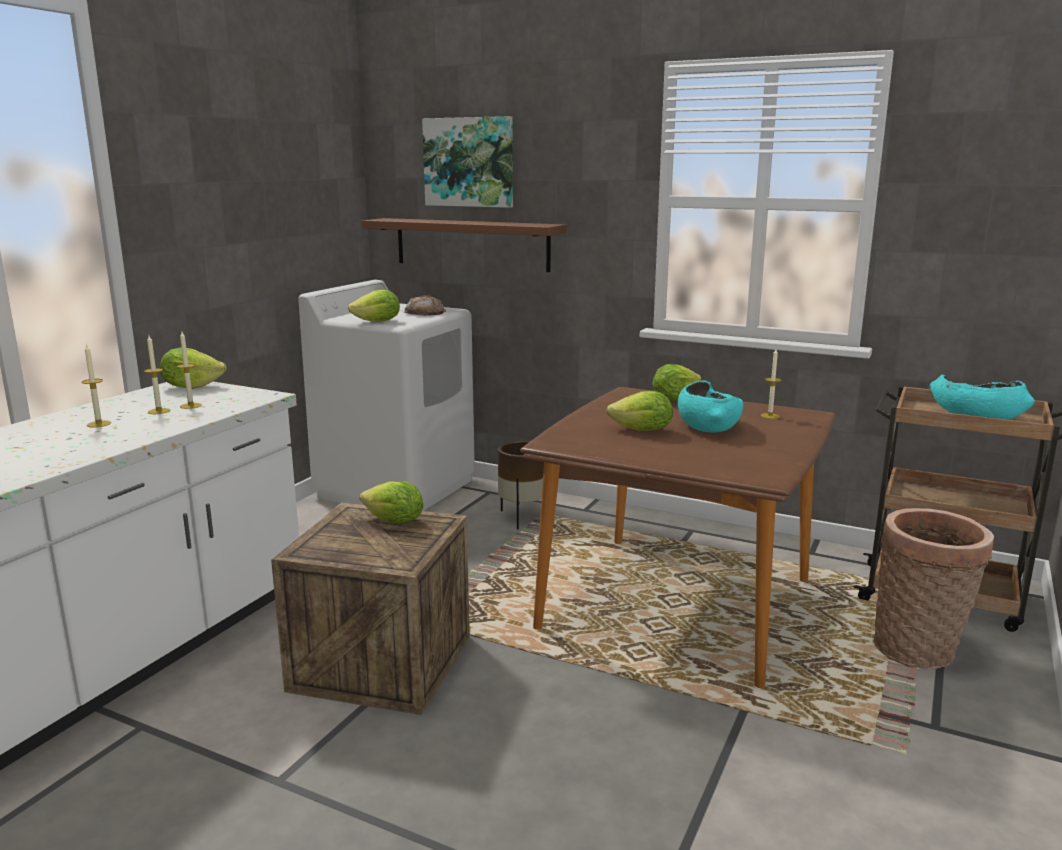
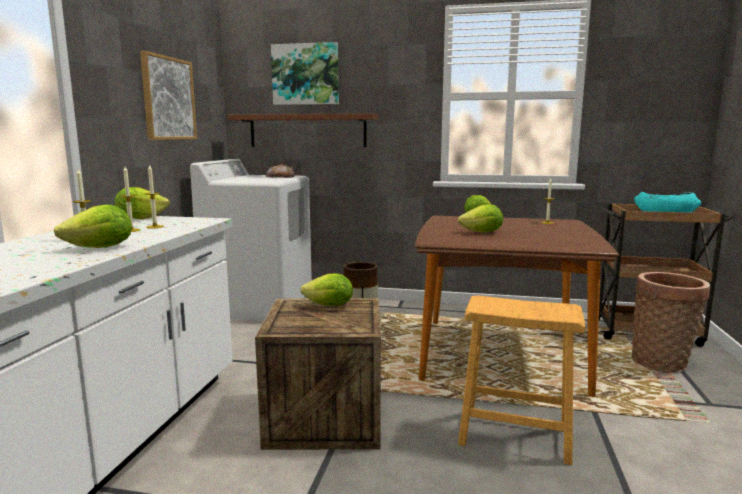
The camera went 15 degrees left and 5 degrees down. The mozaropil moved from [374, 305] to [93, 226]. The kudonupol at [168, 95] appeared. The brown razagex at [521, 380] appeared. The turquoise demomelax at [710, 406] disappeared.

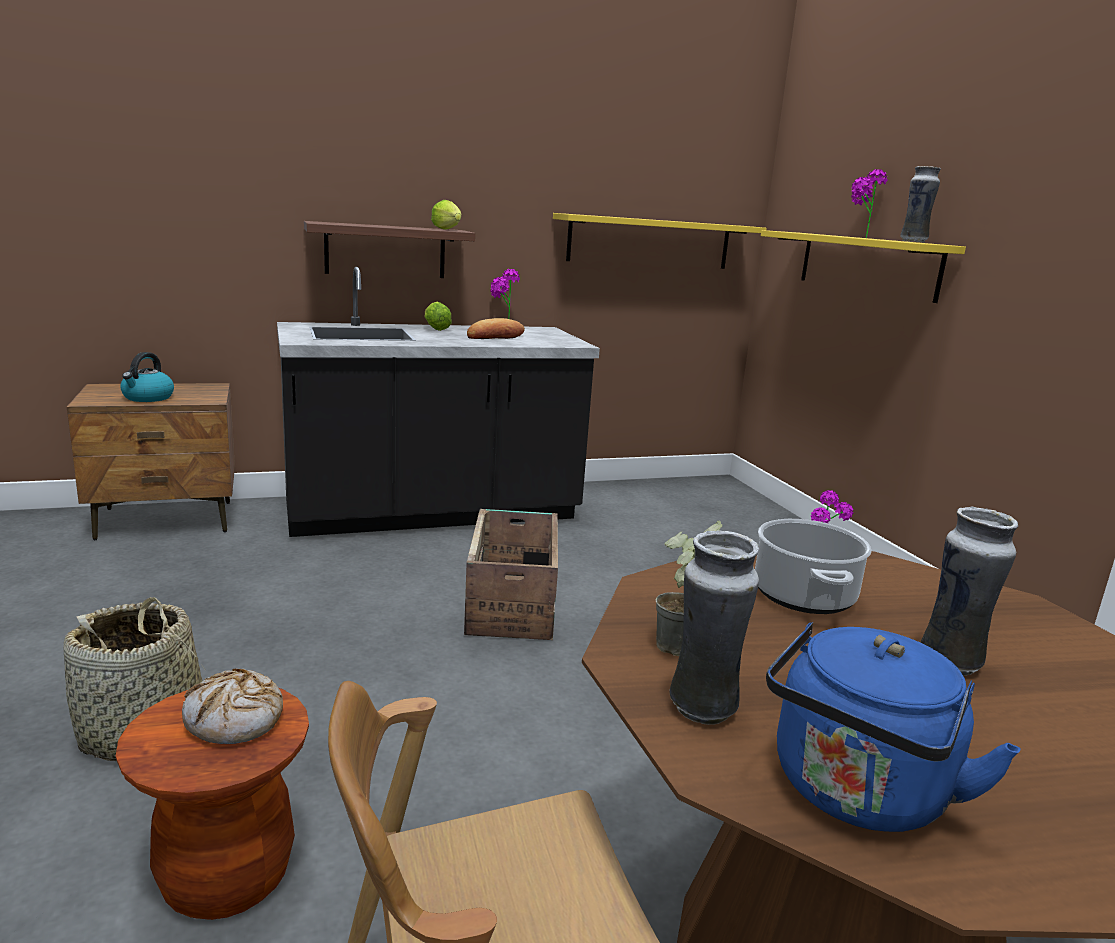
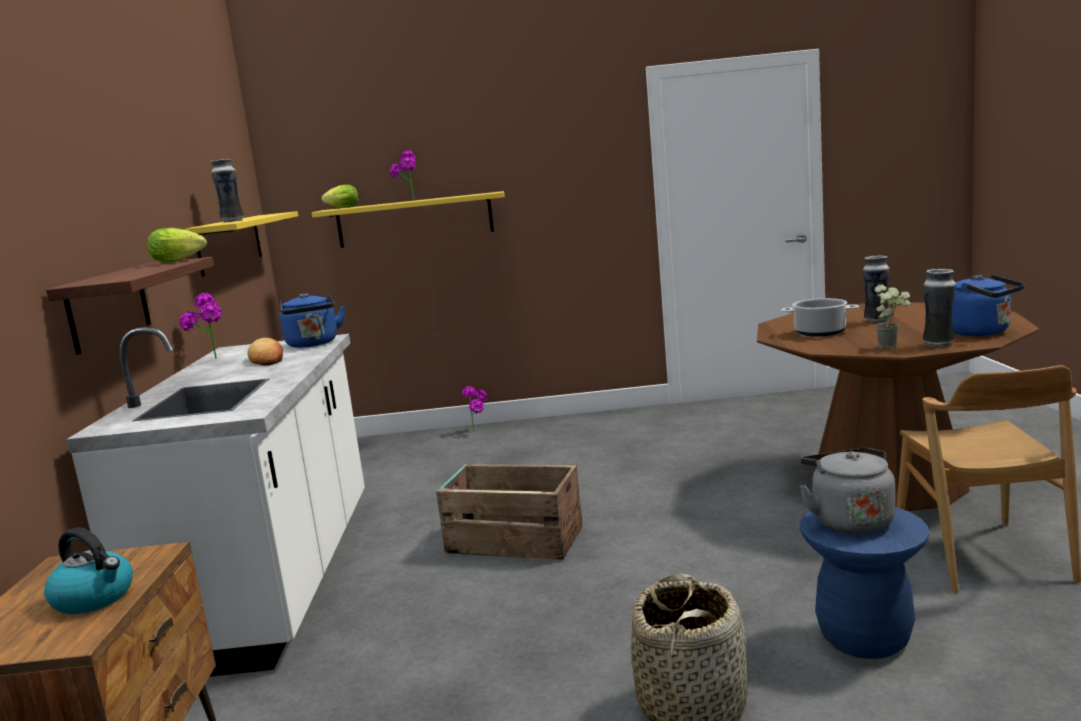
The camera went 70 degrees left and 5 degrees down. The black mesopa at [438, 402] became the white mesopa at [215, 502]. The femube moved from [920, 204] to [227, 191]. The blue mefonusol at [312, 320] appeared. The mozaropil moved from [438, 316] to [340, 196]. The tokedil at [232, 706] was replaced by the grey mefonusol at [847, 491]. The brown razagex at [212, 804] became the blue razagex at [864, 583].

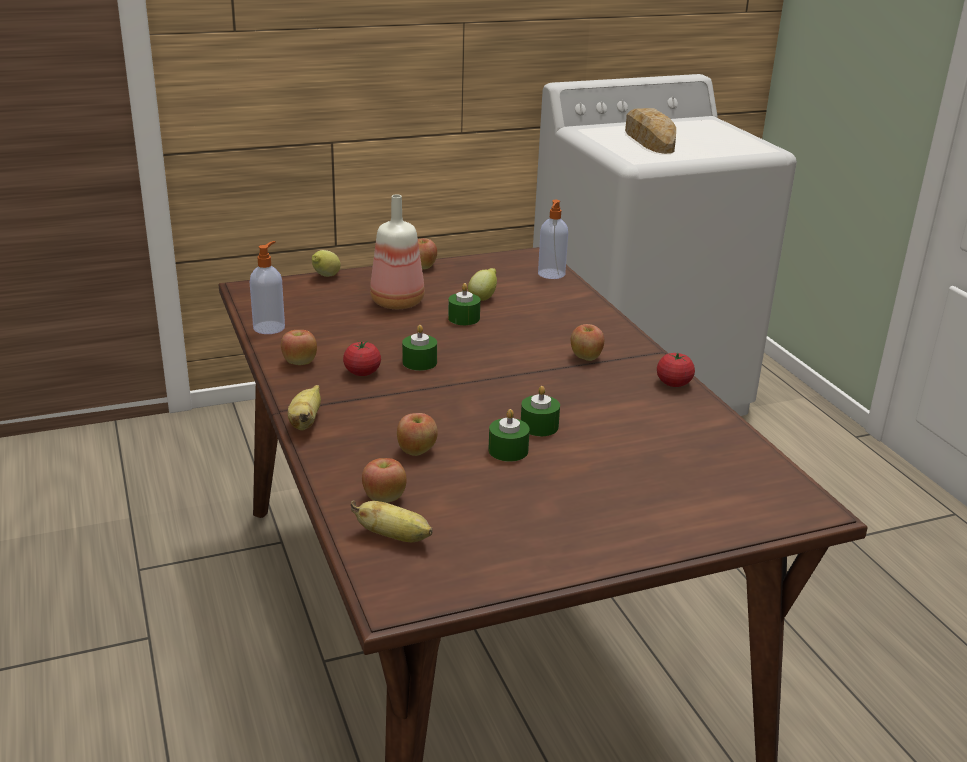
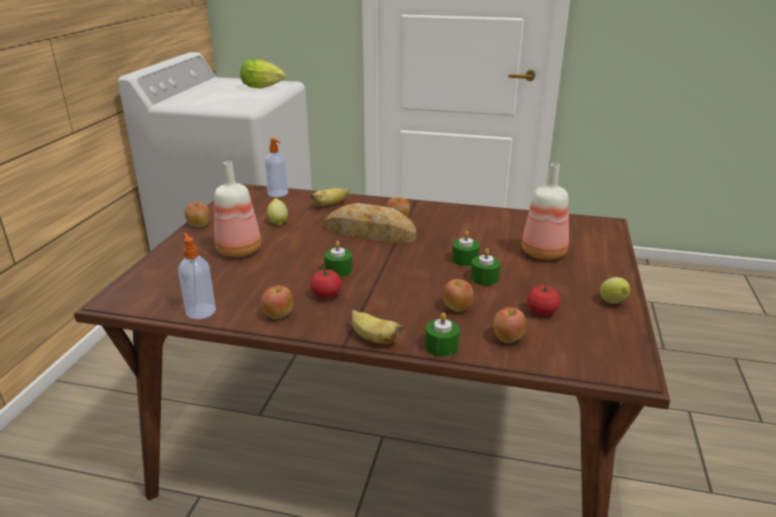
The camera went 55 degrees left and 0 degrees up. The mozaropil at [262, 73] appeared. The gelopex moved from [391, 521] to [330, 197]. The tokedil moved from [650, 131] to [370, 223]. The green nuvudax moved from [464, 304] to [442, 334]. The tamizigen at [545, 211] appeared. The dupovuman moved from [676, 369] to [544, 300]. The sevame moved from [326, 263] to [615, 290].

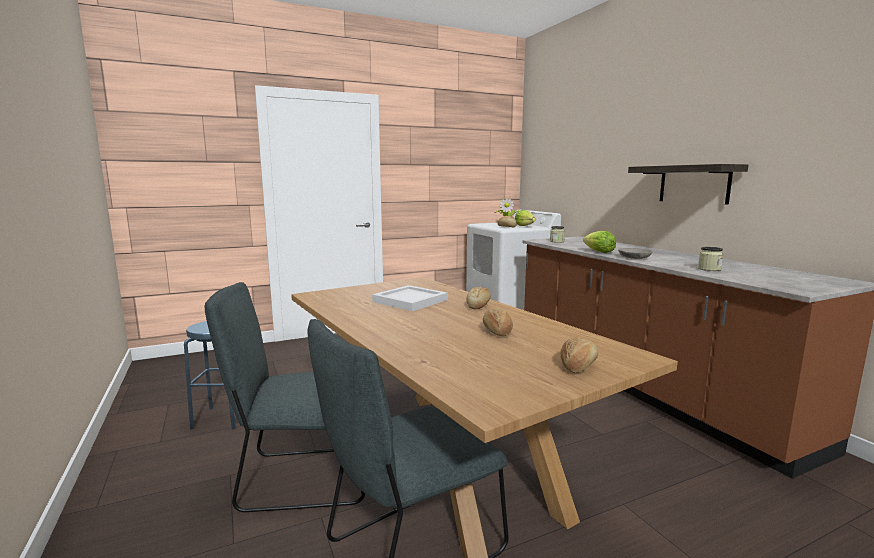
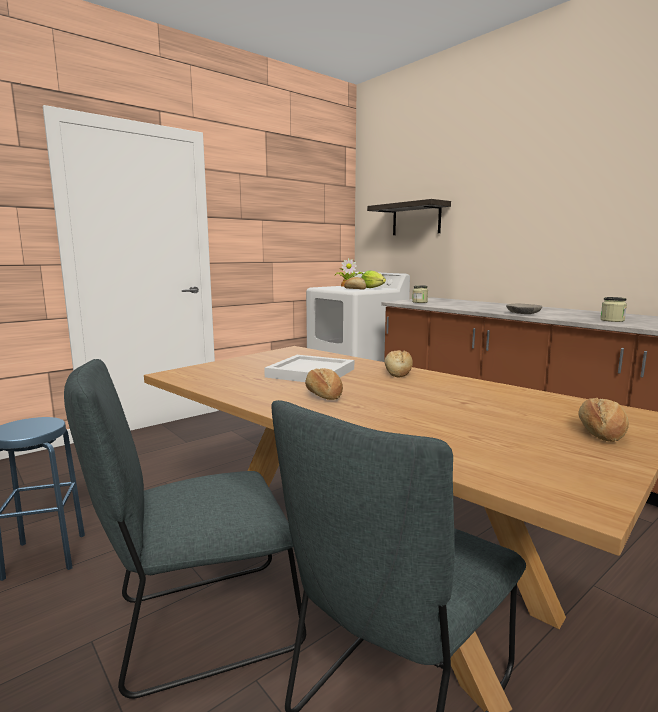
The camera went 15 degrees left and 0 degrees up. The tokedil moved from [498, 322] to [324, 384]. The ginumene moved from [688, 184] to [409, 217]. The mozaropil at [599, 242] disappeared.

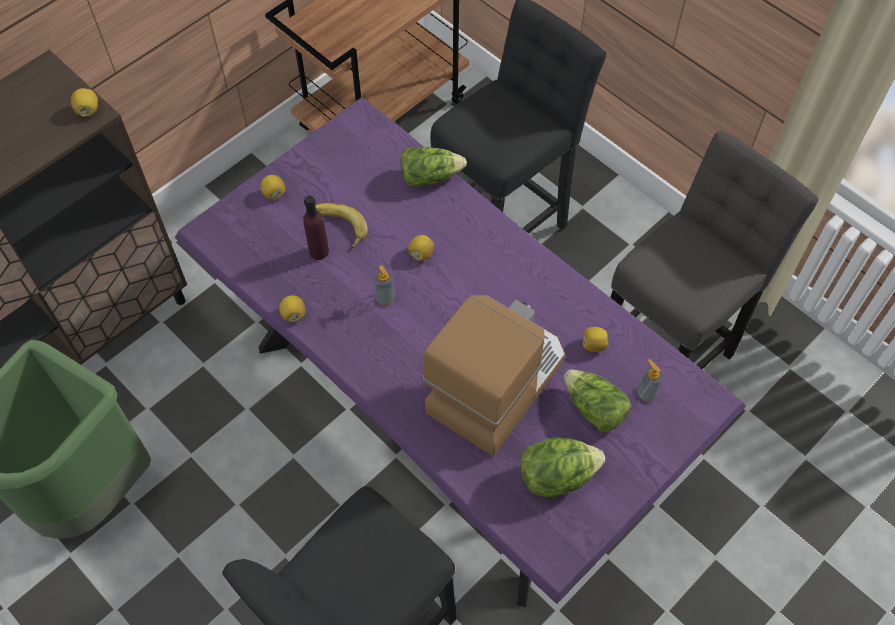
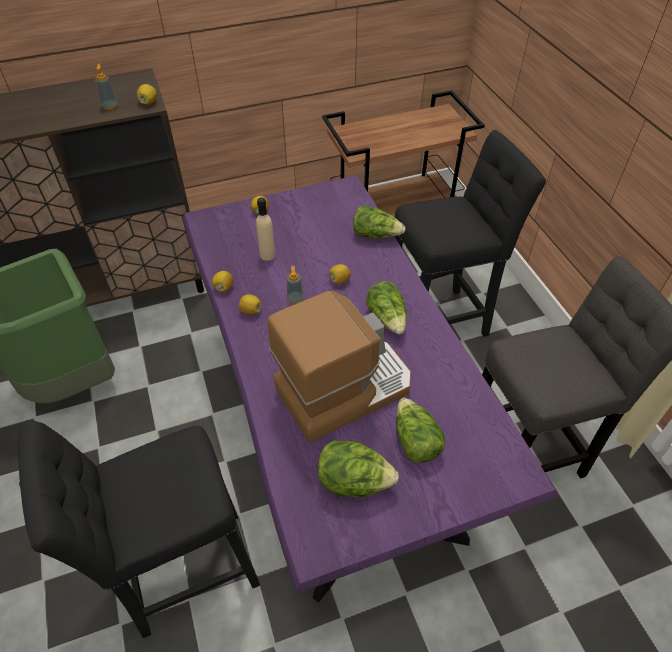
The camera went 25 degrees right and 10 degrees down. The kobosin moved from [649, 380] to [106, 87]. The sevame moved from [596, 339] to [249, 304]. The purple tamizigen at [316, 228] became the beige tamizigen at [265, 229]. The mozaropil at [386, 307] appeared. The gelopex at [341, 225] disappeared.

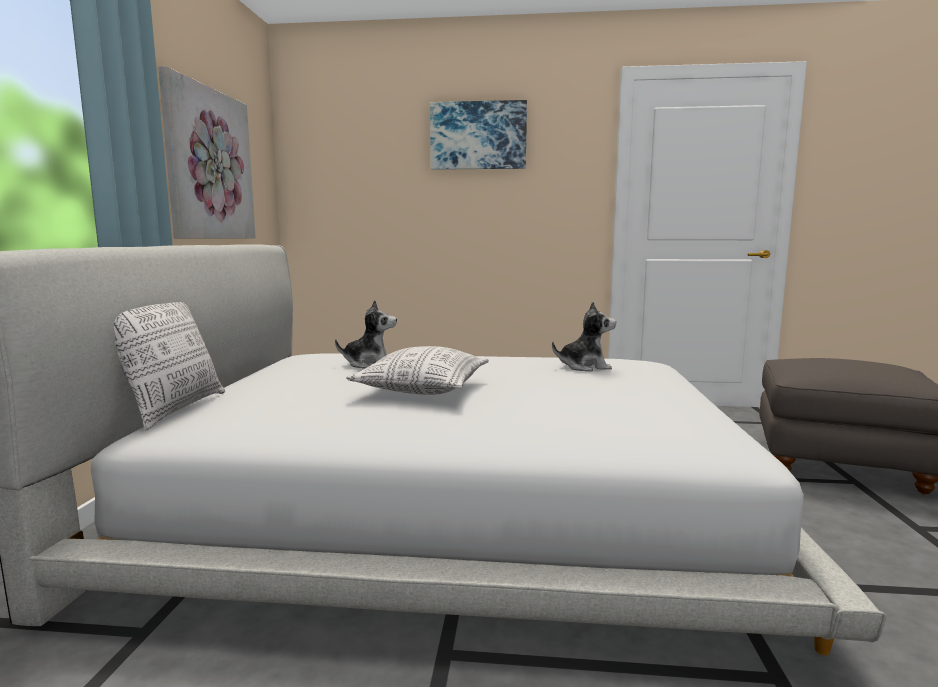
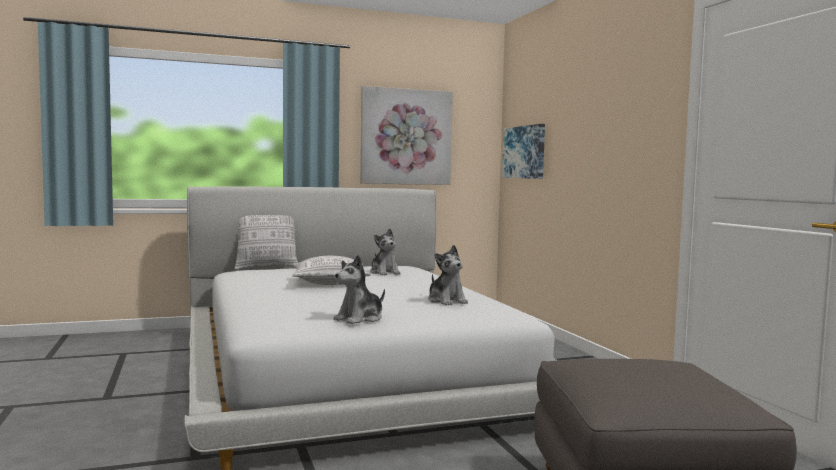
The camera went 65 degrees right and 5 degrees down. The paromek at [359, 289] appeared. The kudonupol moved from [478, 135] to [523, 151].

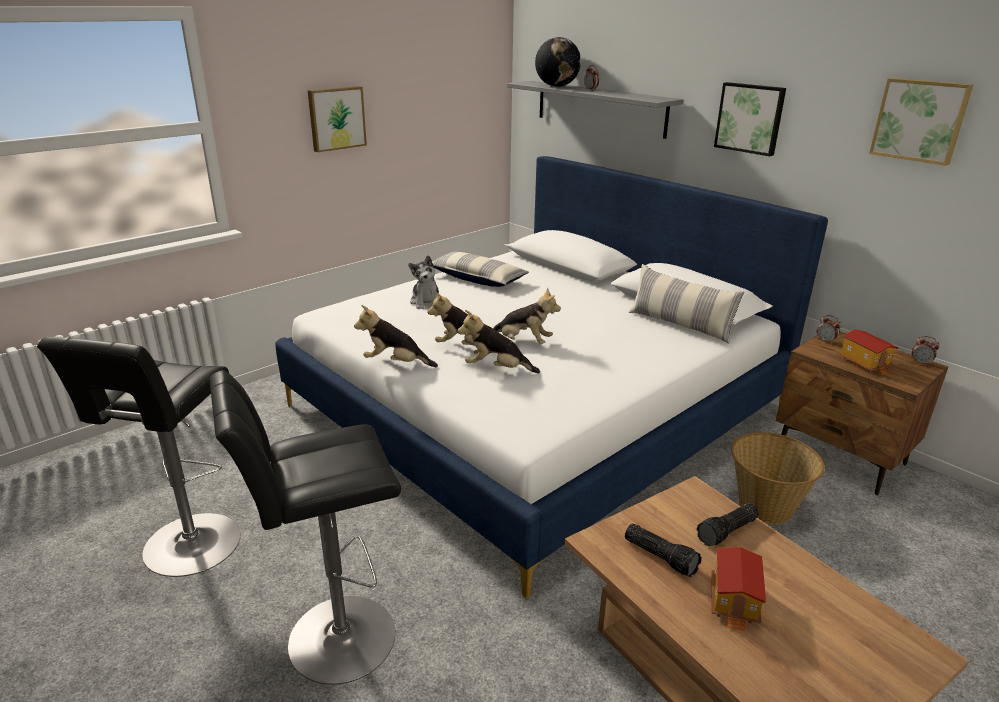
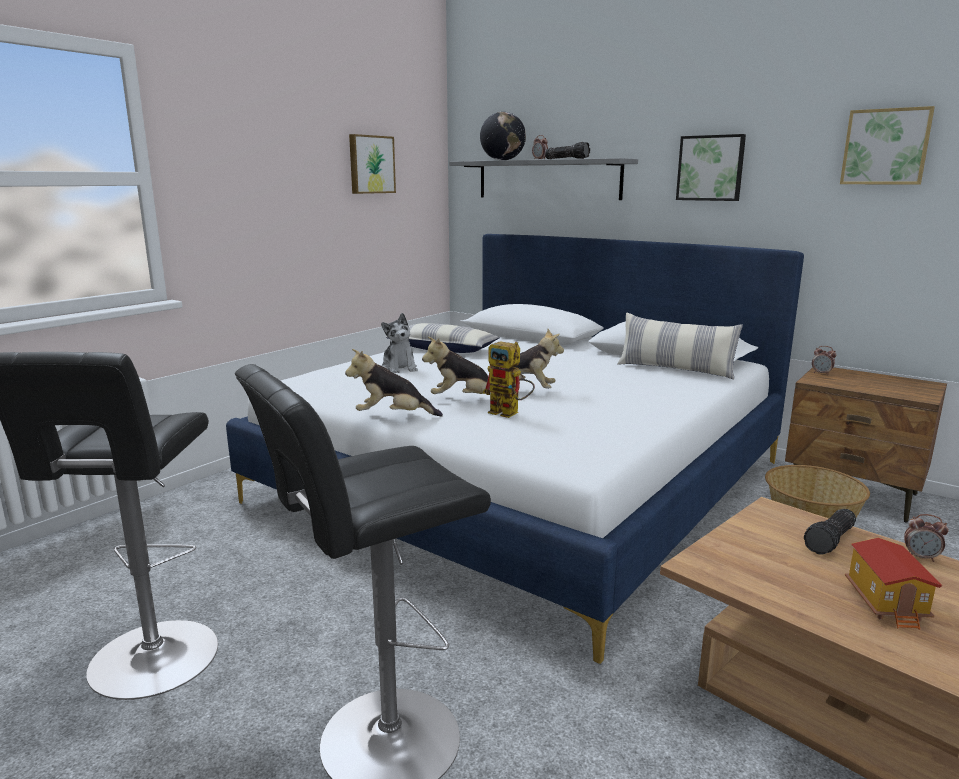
The camera went 10 degrees left and 10 degrees down. The kudonupol moved from [337, 119] to [372, 164]. The paromek at [499, 341] was replaced by the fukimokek at [509, 380]. The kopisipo moved from [663, 550] to [567, 150]. The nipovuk moved from [926, 351] to [926, 538]. The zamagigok at [868, 352] disappeared.

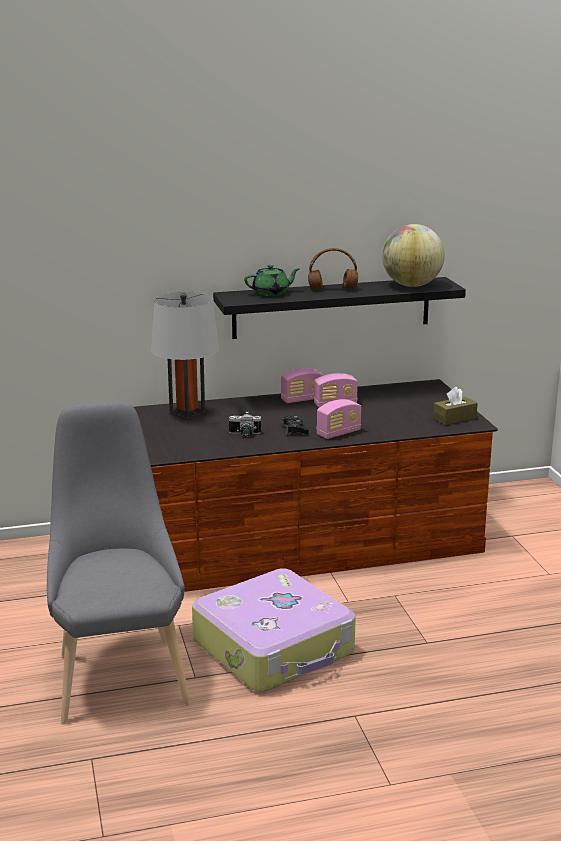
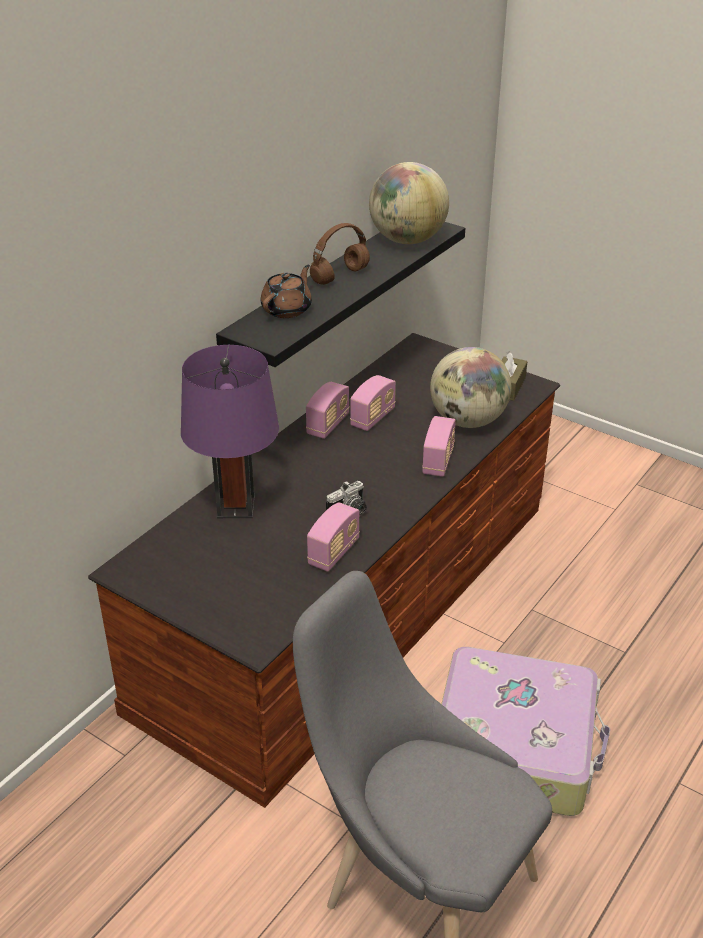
The camera went 40 degrees left and 15 degrees up. The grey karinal at [185, 356] became the purple karinal at [230, 431]. The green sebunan at [271, 280] became the brown sebunan at [286, 291]. The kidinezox at [333, 537] appeared. The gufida at [471, 387] appeared. The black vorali at [295, 425] disappeared.

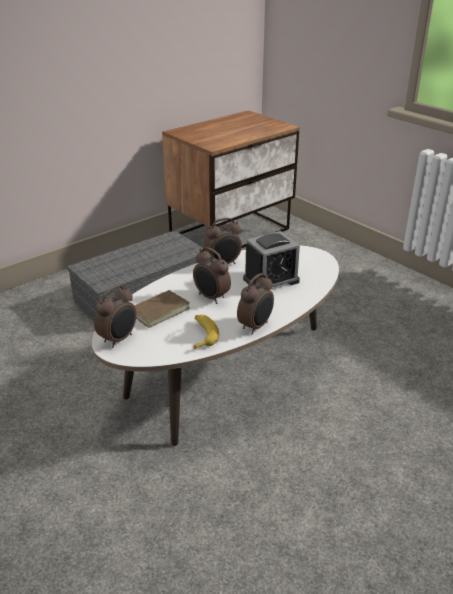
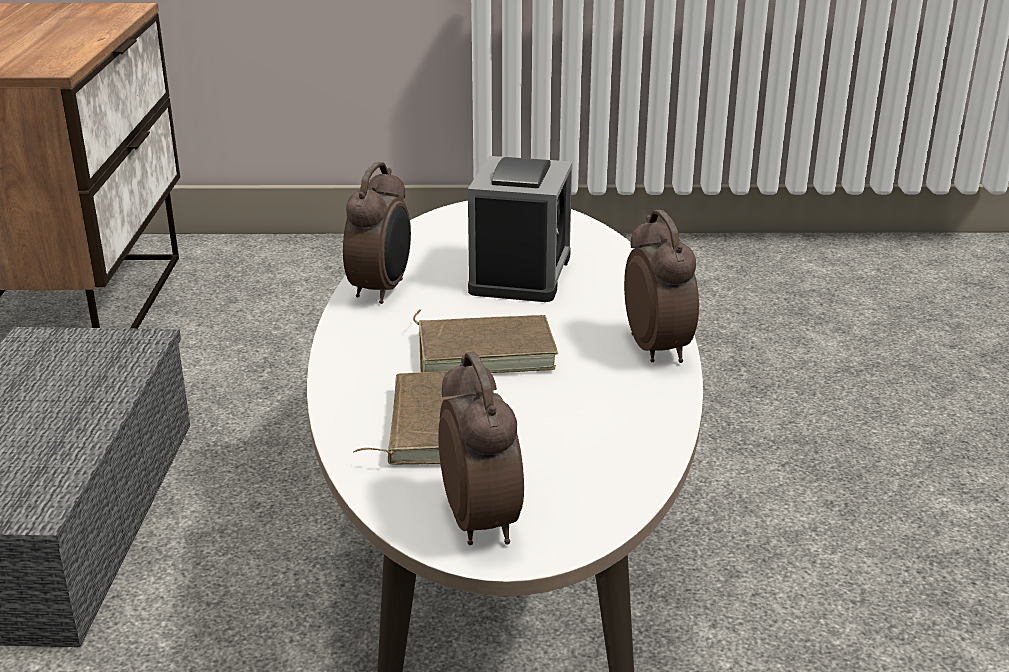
The camera went 50 degrees left and 5 degrees down. The nipovuk at [212, 275] was replaced by the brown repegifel at [485, 341]. The gelopex at [206, 332] disappeared.

